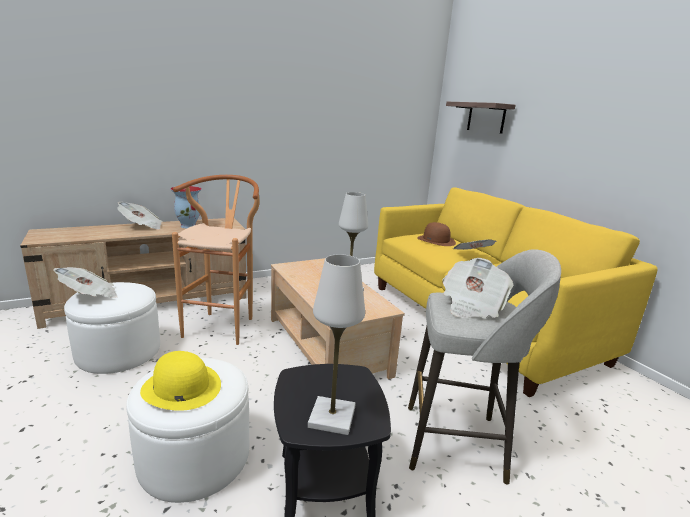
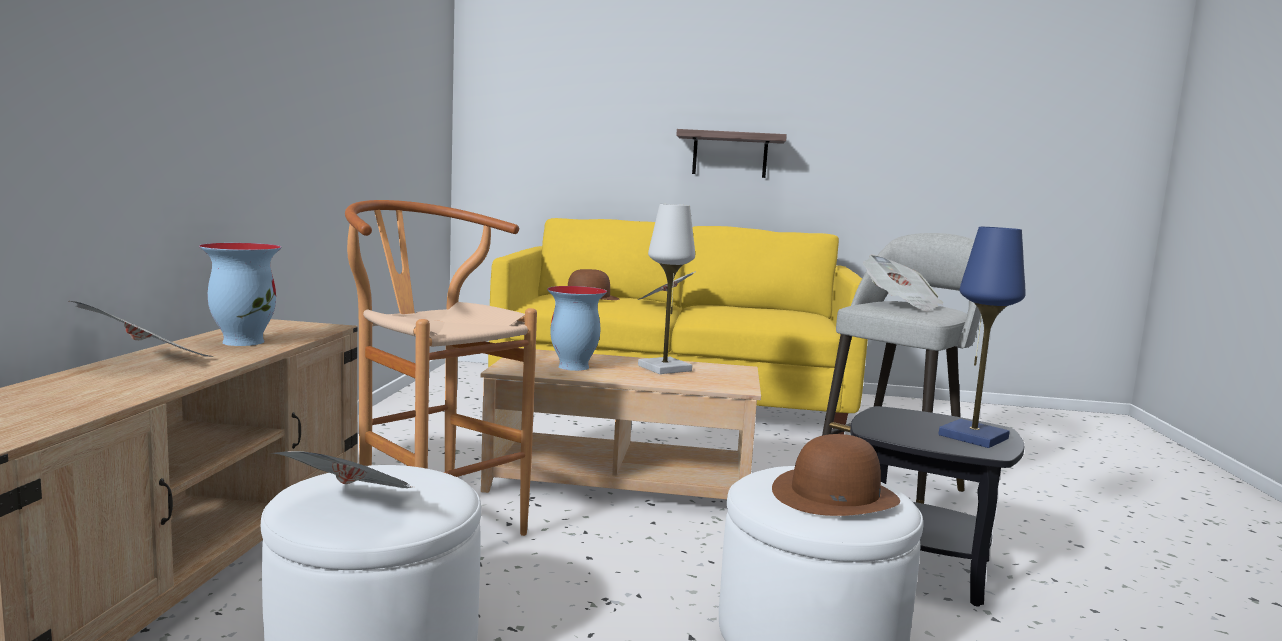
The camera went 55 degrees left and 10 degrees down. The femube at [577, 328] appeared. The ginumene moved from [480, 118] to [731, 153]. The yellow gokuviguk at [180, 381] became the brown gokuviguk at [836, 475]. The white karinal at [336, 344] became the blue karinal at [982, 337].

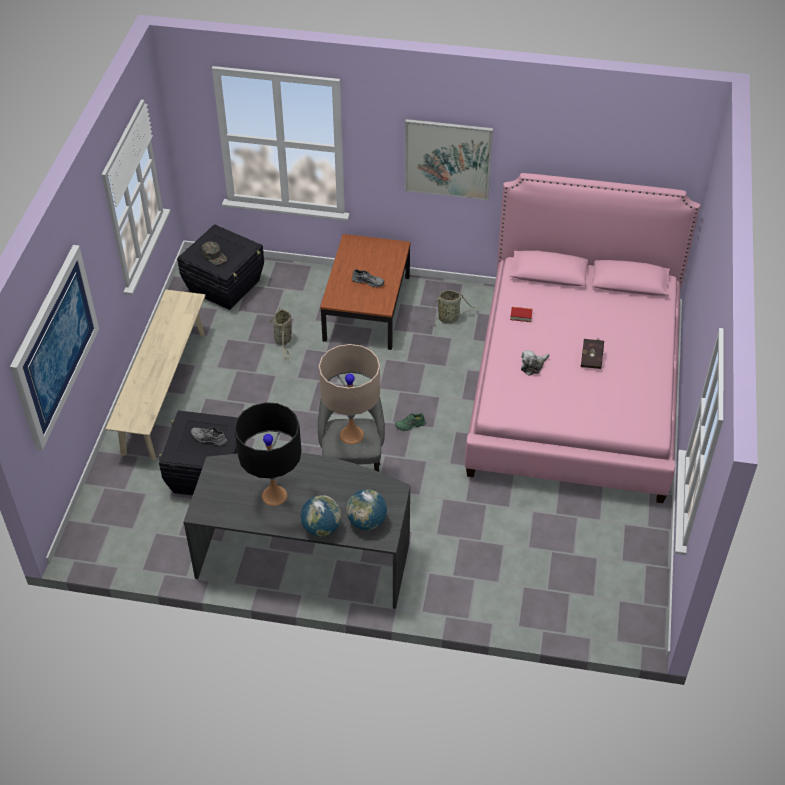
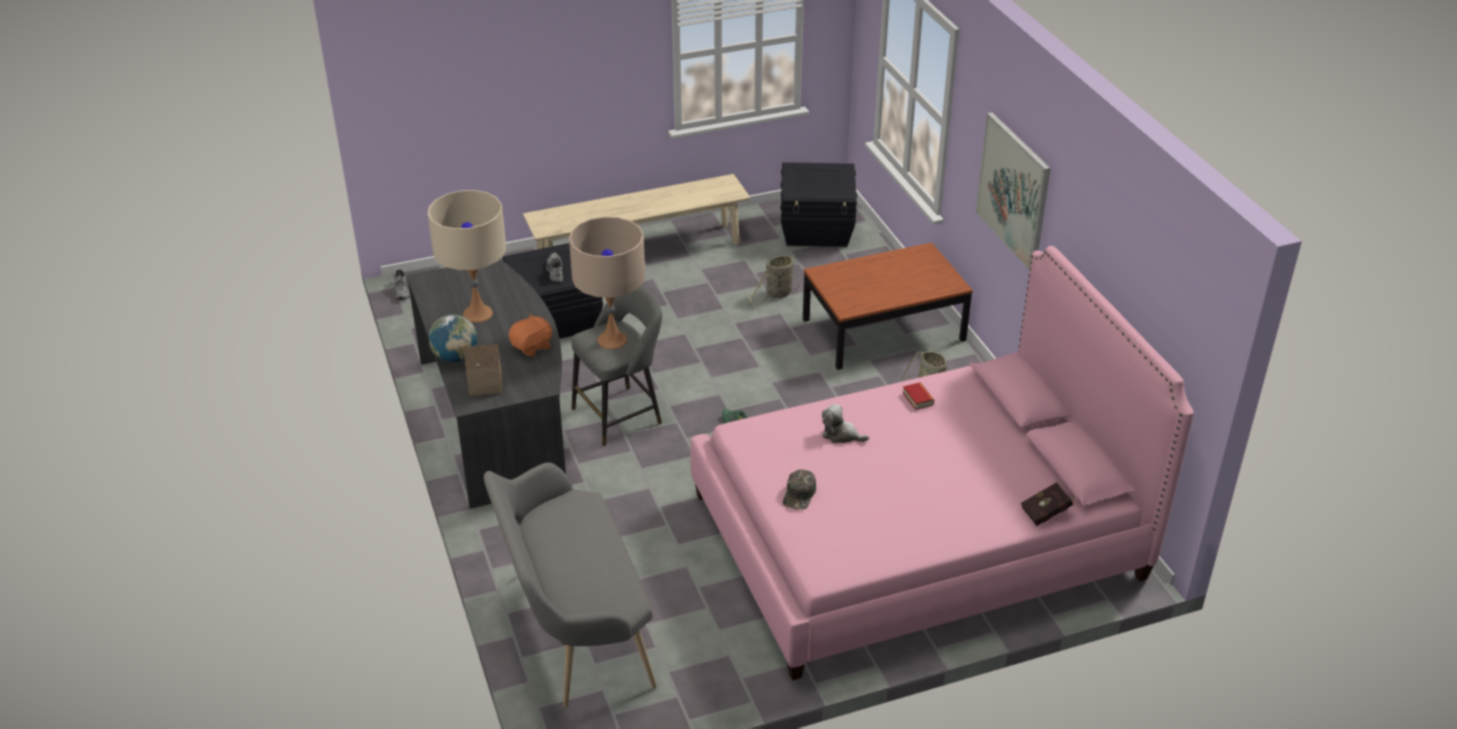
The camera went 60 degrees right and 10 degrees down. The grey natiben moved from [368, 278] to [402, 284]. The black karinal at [268, 454] became the beige karinal at [467, 256]. The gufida at [366, 509] was replaced by the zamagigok at [483, 370]. The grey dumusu at [570, 585] appeared. The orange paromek at [530, 335] appeared. The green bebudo moved from [214, 253] to [799, 489]. The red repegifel moved from [592, 353] to [1048, 504]. The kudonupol at [54, 347] disappeared.

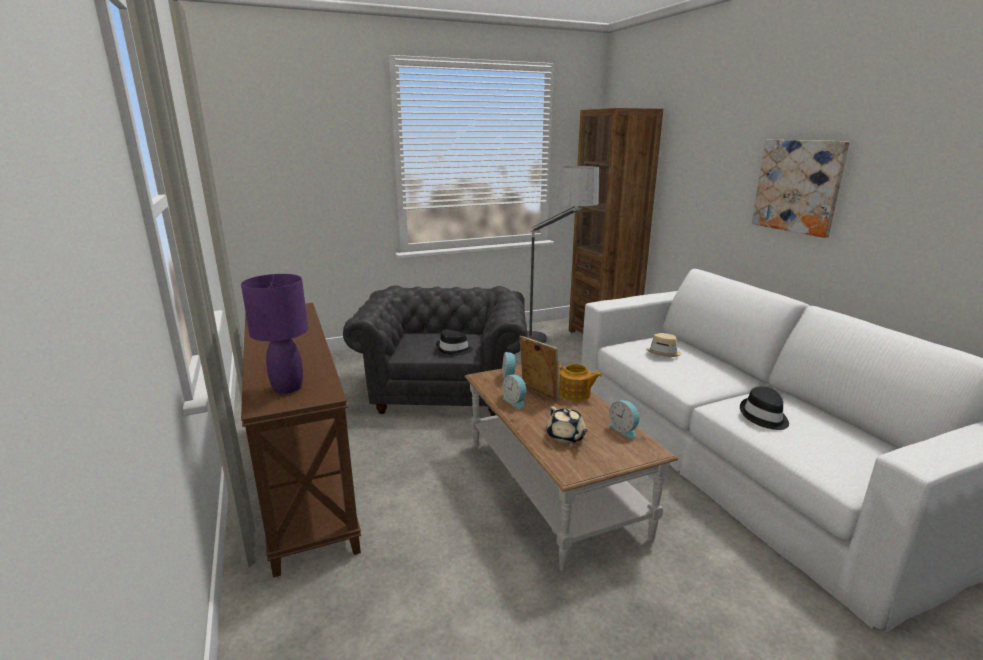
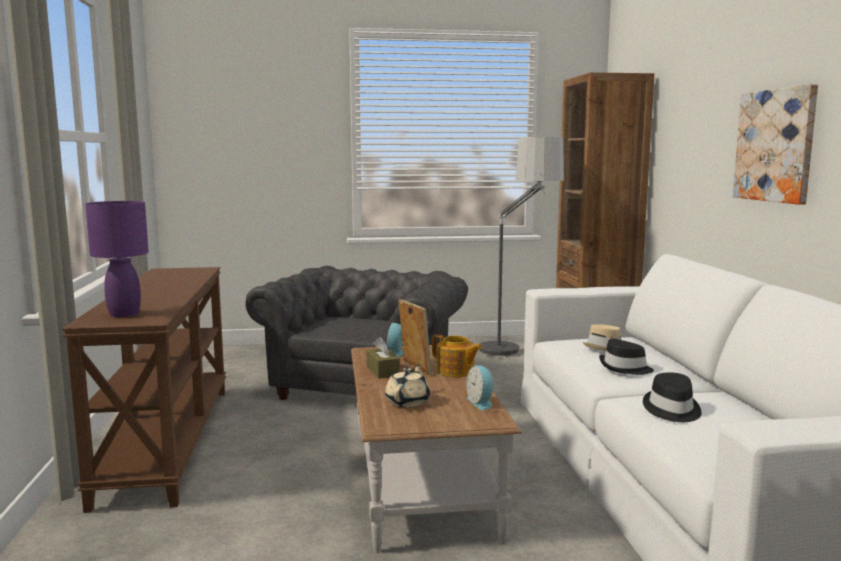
The camera went 15 degrees right and 10 degrees down. The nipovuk at [514, 392] was replaced by the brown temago at [383, 358]. The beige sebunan at [566, 425] turned 150 degrees counterclockwise. The black gokuviguk moved from [454, 342] to [626, 357].

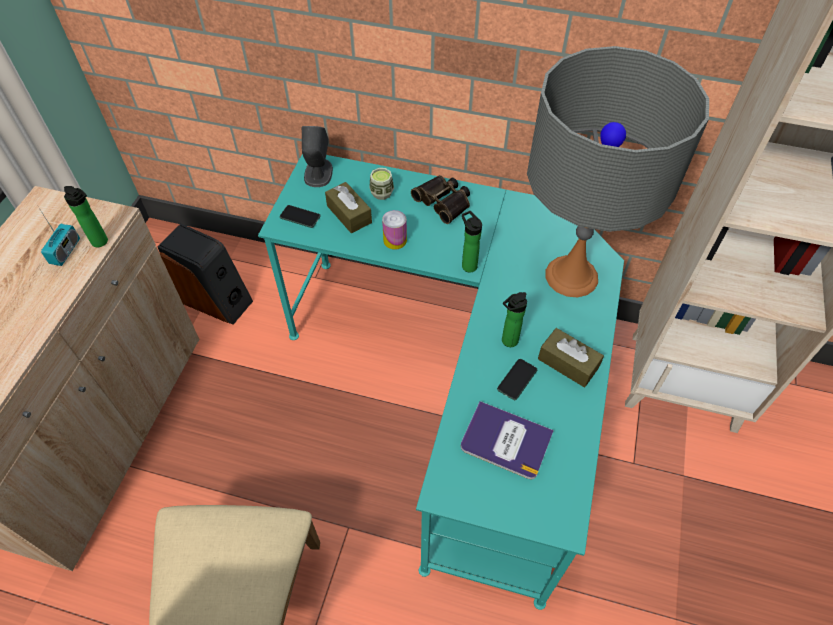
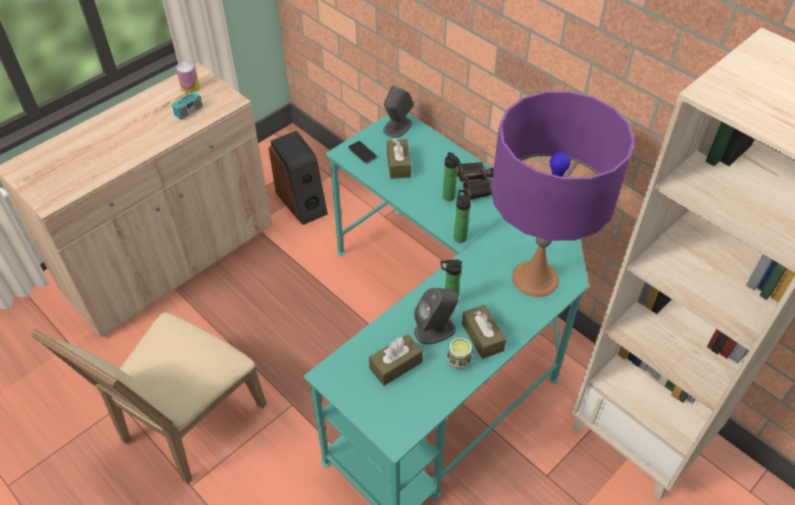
The camera went 30 degrees right and 5 degrees down. The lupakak moved from [394, 230] to [188, 77]. The repegifel at [507, 440] was replaced by the brown temago at [396, 360]. The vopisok at [517, 379] was replaced by the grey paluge at [436, 316]. The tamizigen moved from [86, 216] to [452, 176]. The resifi moved from [381, 184] to [460, 353]. The grey karinal at [618, 171] became the purple karinal at [563, 194].

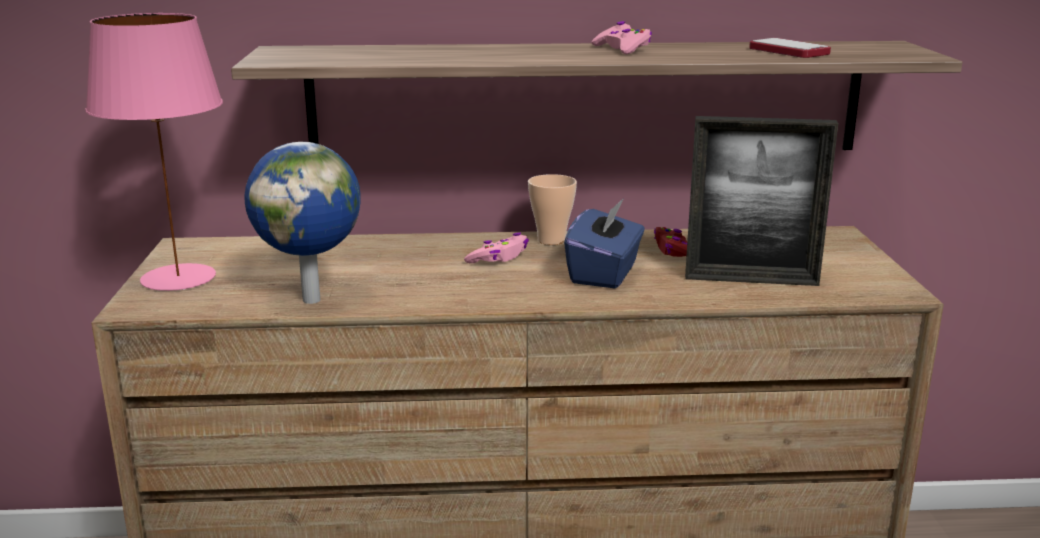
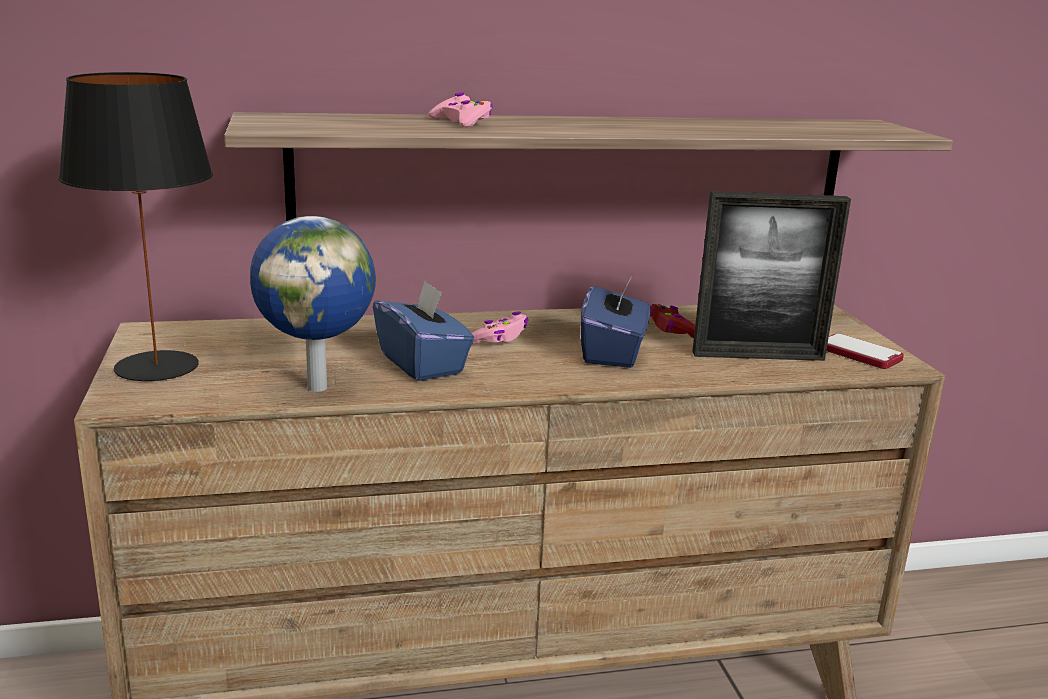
The camera went 10 degrees left and 0 degrees up. The pink karinal at [154, 152] became the black karinal at [135, 226]. The blue temago at [423, 330] appeared. The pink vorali moved from [621, 37] to [460, 109]. The vopisok moved from [790, 48] to [865, 351]. The resifi at [552, 209] disappeared.

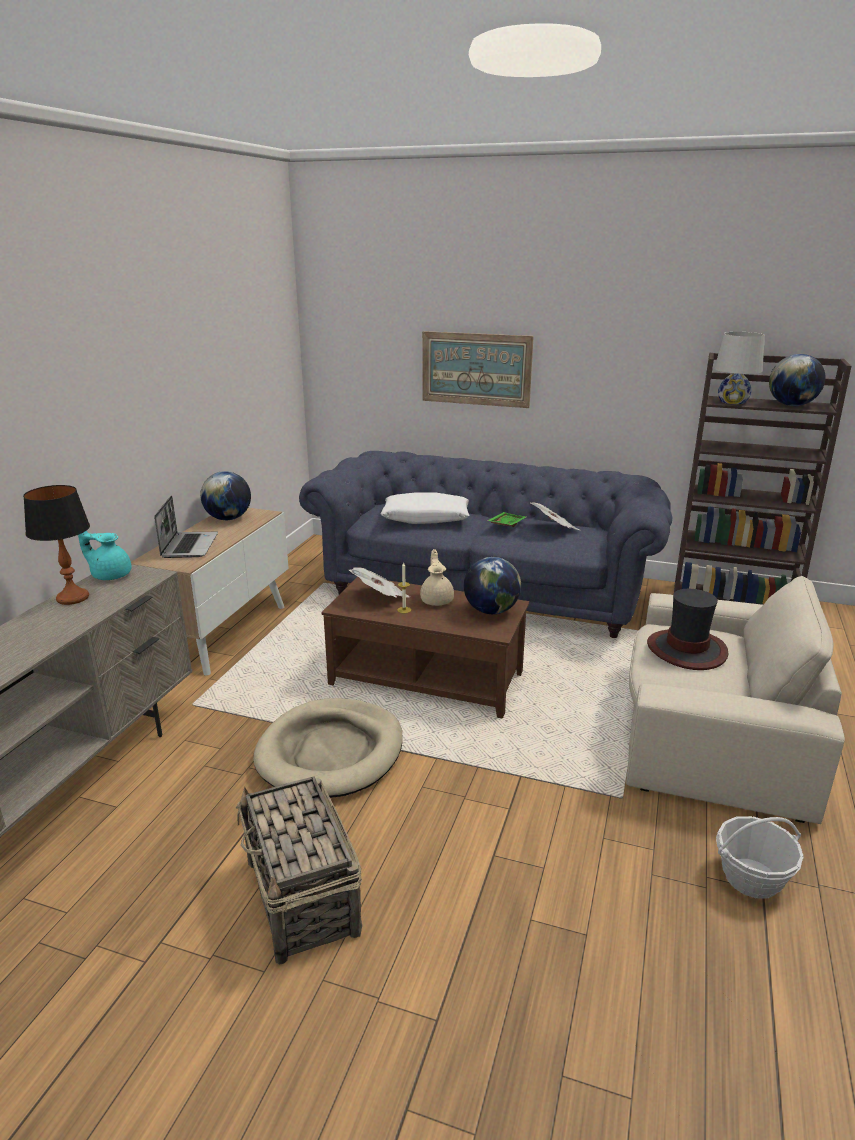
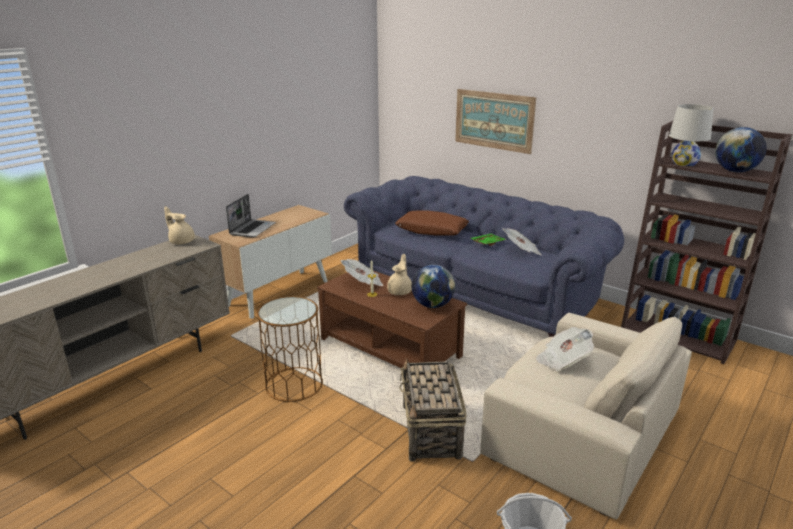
The camera went 20 degrees right and 0 degrees up. The turquoise sebunan at [104, 555] became the beige sebunan at [179, 225]. The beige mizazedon at [327, 748] was replaced by the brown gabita at [290, 349]. The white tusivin at [425, 508] became the brown tusivin at [432, 223]. The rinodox moved from [299, 870] to [432, 410]. The gokuviguk at [687, 629] was replaced by the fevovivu at [565, 349]. The karinal at [56, 545] disappeared. The gufida at [225, 495] disappeared.

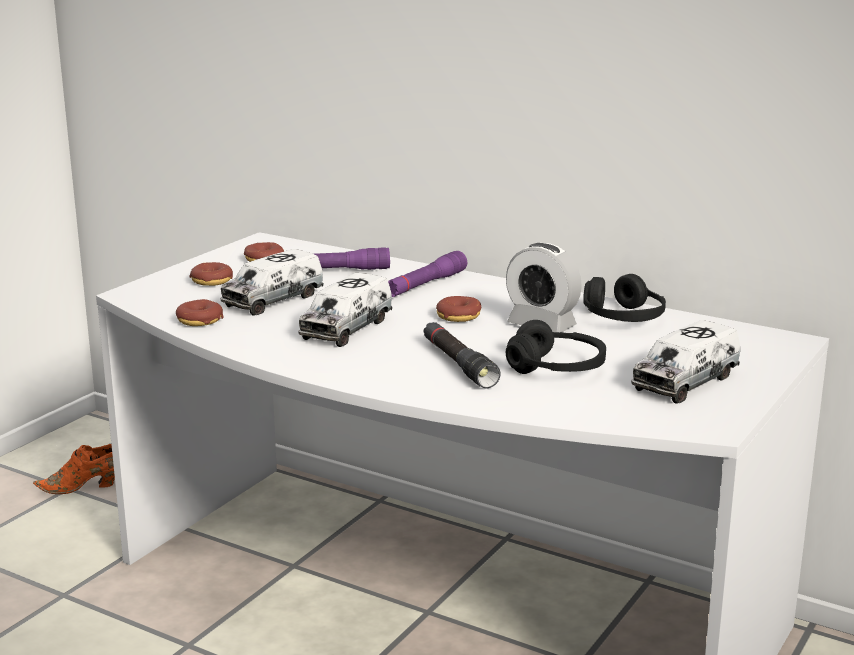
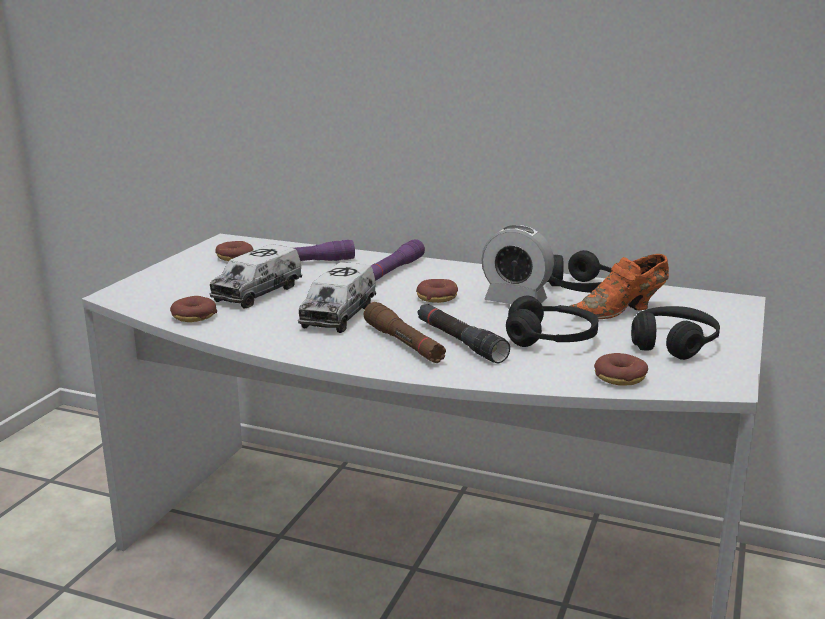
The camera went 10 degrees left and 0 degrees up. The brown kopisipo at [405, 332] appeared. The orange natiben moved from [74, 469] to [619, 286]. The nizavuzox moved from [211, 274] to [621, 369]. The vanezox at [685, 362] was replaced by the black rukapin at [675, 333].

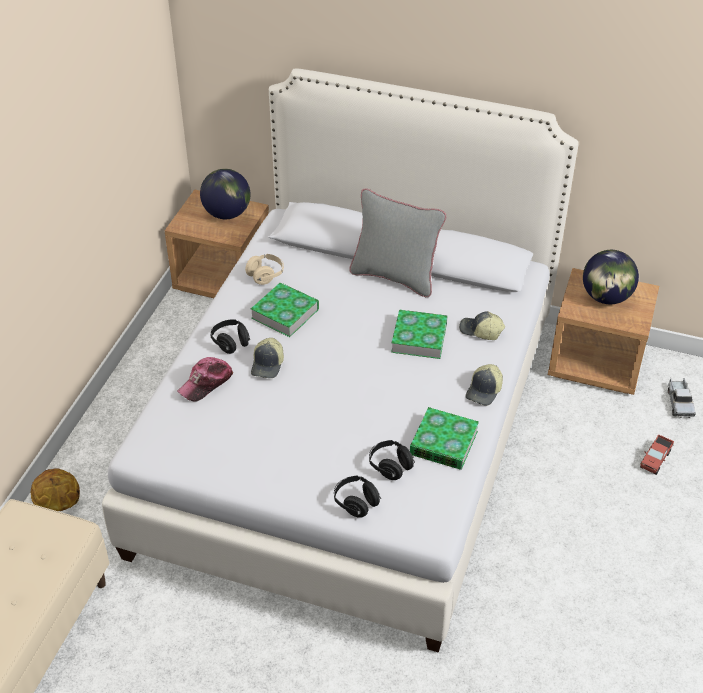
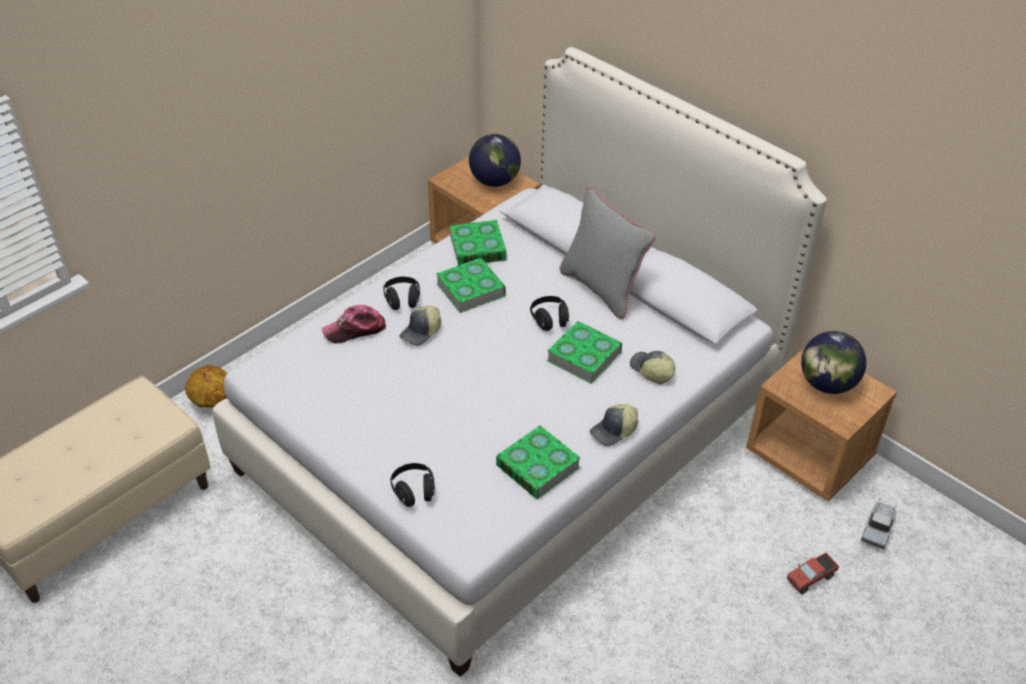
The camera went 25 degrees right and 0 degrees up. The beige rukapin at [264, 269] was replaced by the repegifel at [478, 243]. The black rukapin moved from [392, 460] to [549, 313].

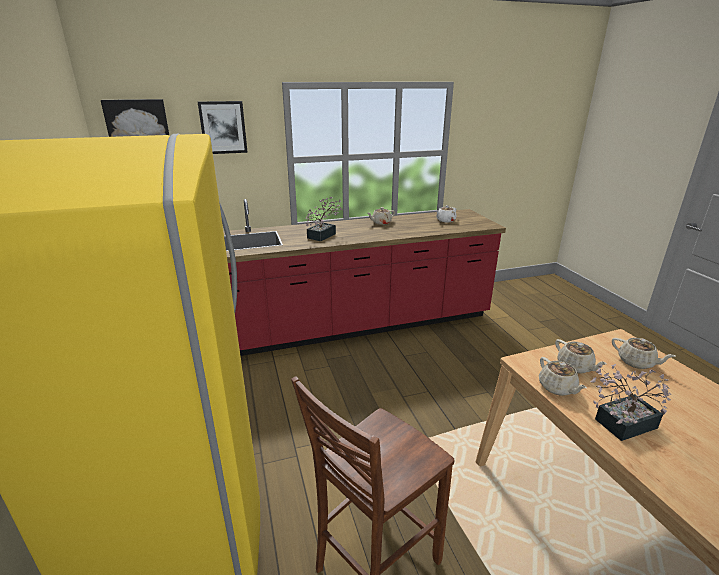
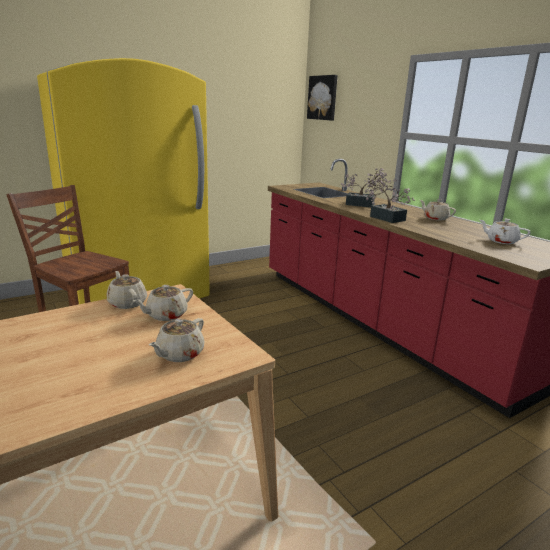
The camera went 75 degrees right and 5 degrees down. The beige sebunan at [563, 376] turned 90 degrees clockwise. The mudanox moved from [630, 402] to [389, 198]. The kudonupol at [223, 127] disappeared.

